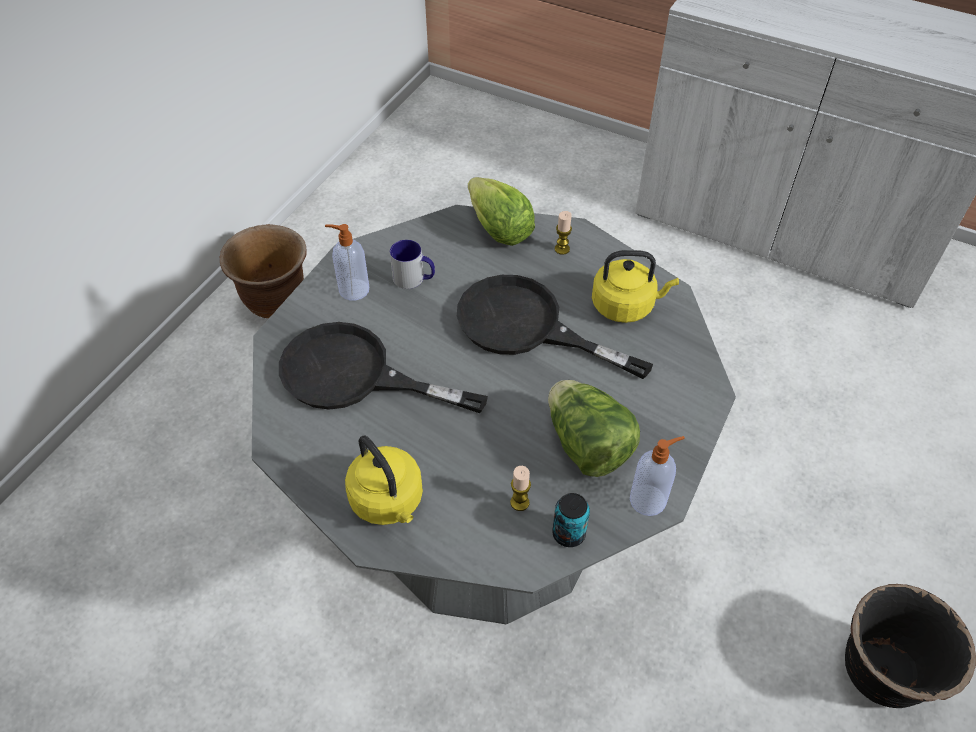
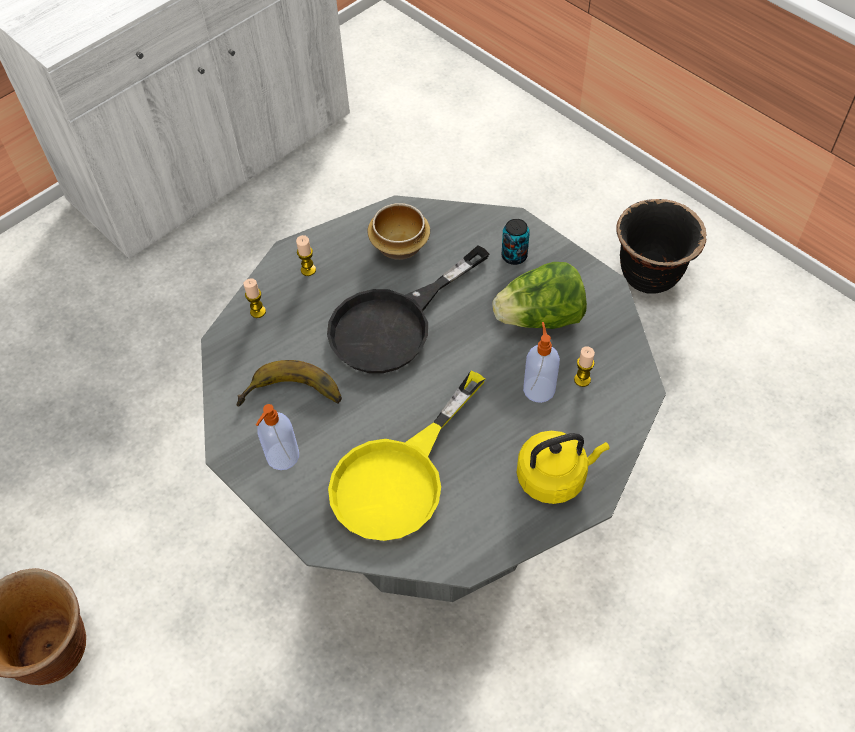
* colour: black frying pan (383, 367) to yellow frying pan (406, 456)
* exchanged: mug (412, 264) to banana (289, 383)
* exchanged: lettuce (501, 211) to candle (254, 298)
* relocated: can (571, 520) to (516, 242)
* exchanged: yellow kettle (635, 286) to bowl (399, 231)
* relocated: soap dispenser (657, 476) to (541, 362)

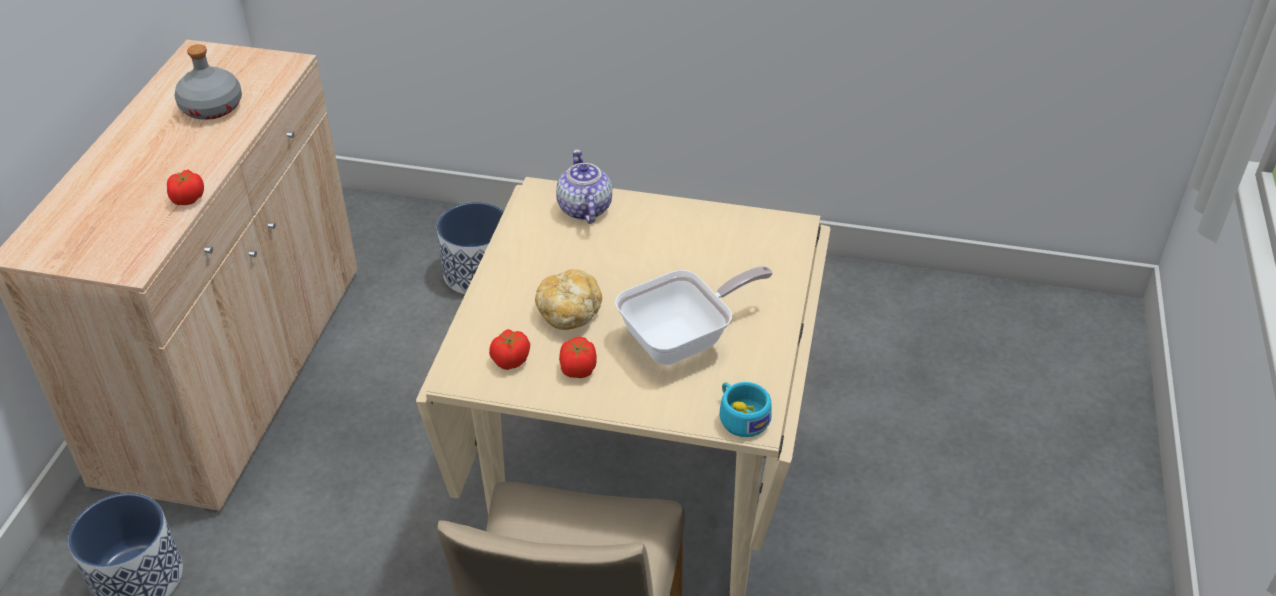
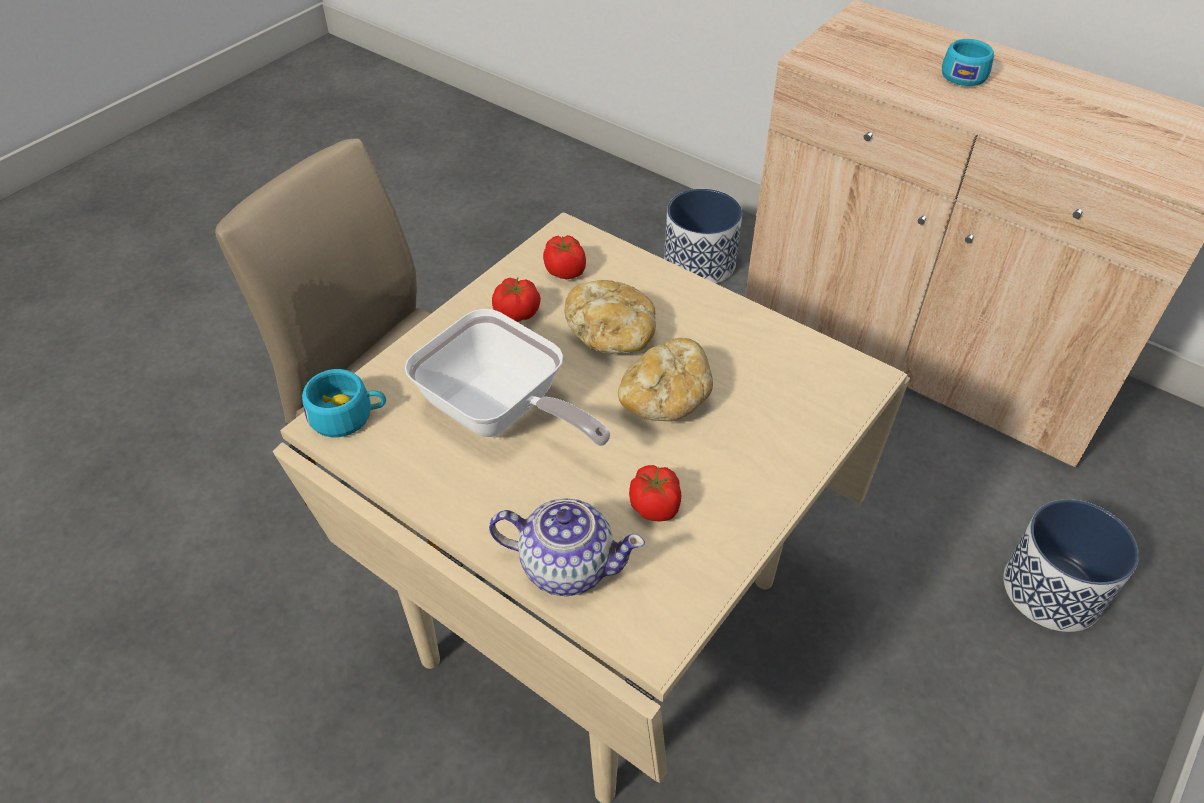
* relocated: tomato (185, 187) to (655, 493)
* missing: grey bottle (208, 82)
* relocated: teapot (584, 186) to (567, 547)
* spun: frying pan (694, 315) = (507, 377) 45 degrees counterclockwise
* appeared: bread (665, 379)
* appeared: turquoise cup (968, 62)

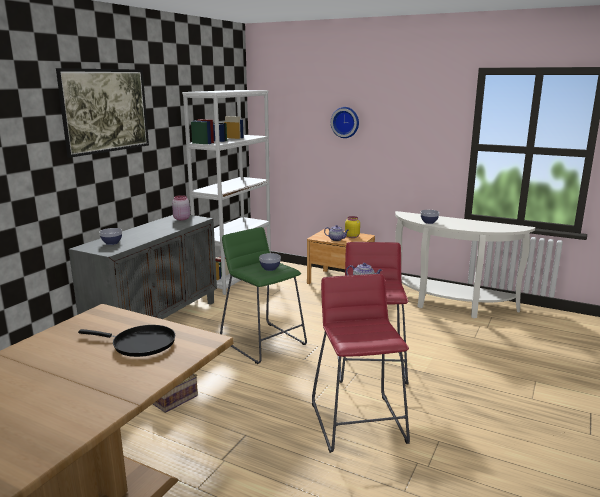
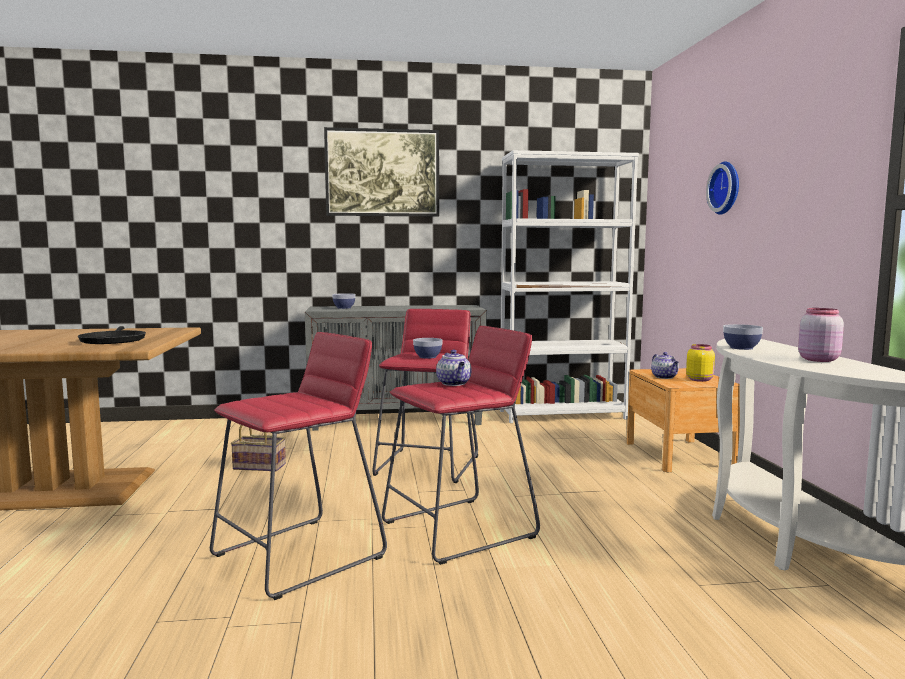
* relocated: pink jar (181, 207) to (821, 335)
* colour: green stool (263, 295) to red stool (425, 396)

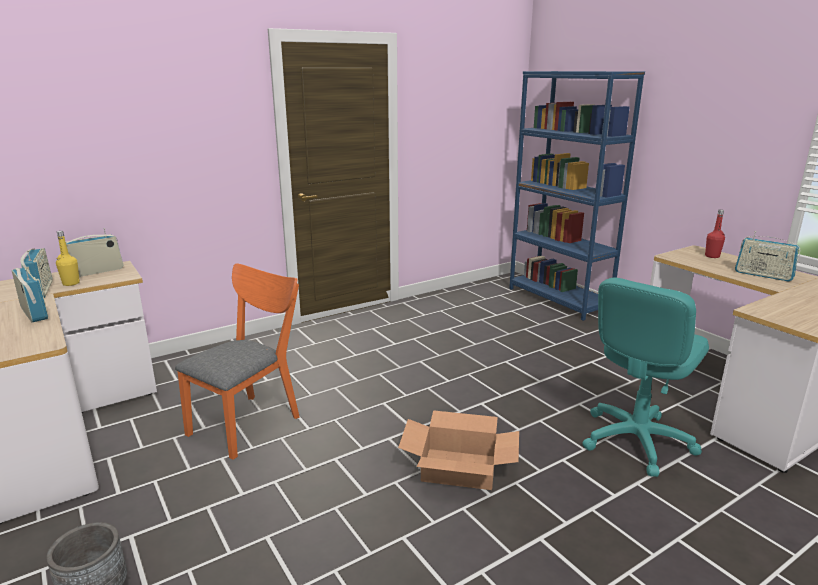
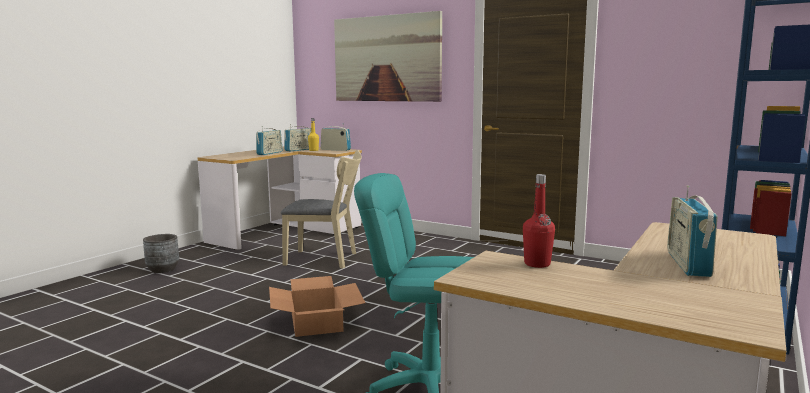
* colour: orange chair (237, 361) to beige chair (321, 209)
* relocated: red bottle (715, 234) to (539, 221)
* appeared: picture (388, 56)

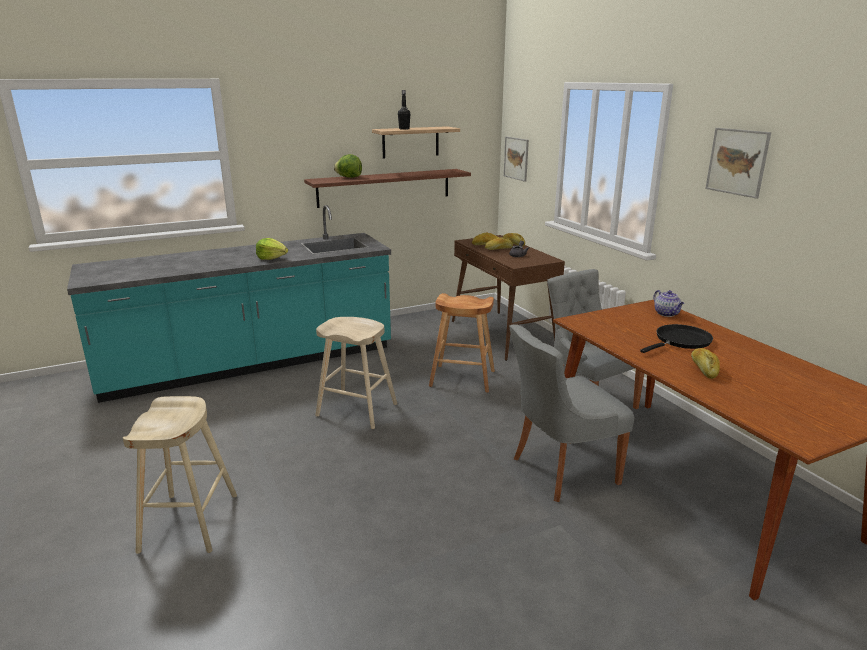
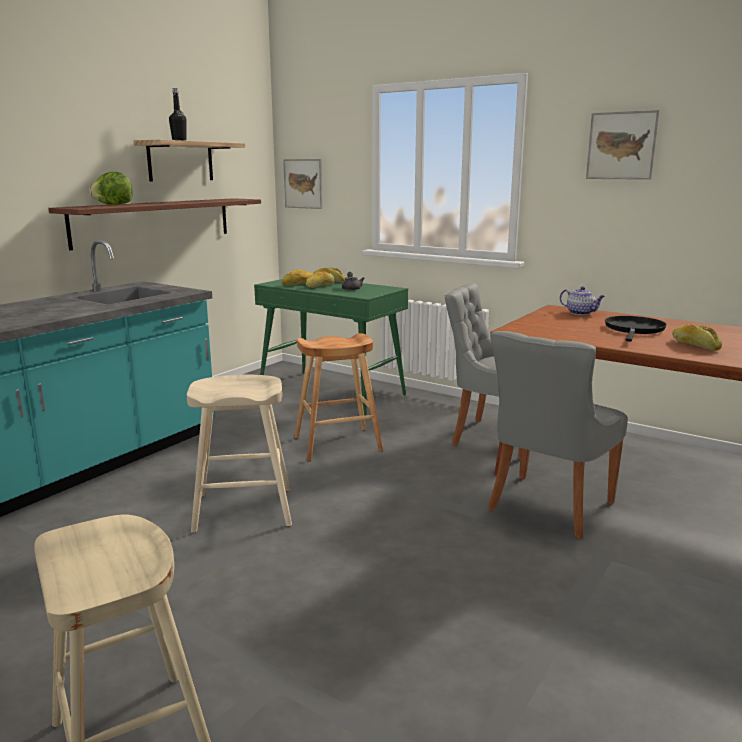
* missing: lettuce (272, 249)
* colour: brown console table (508, 298) to green console table (331, 347)

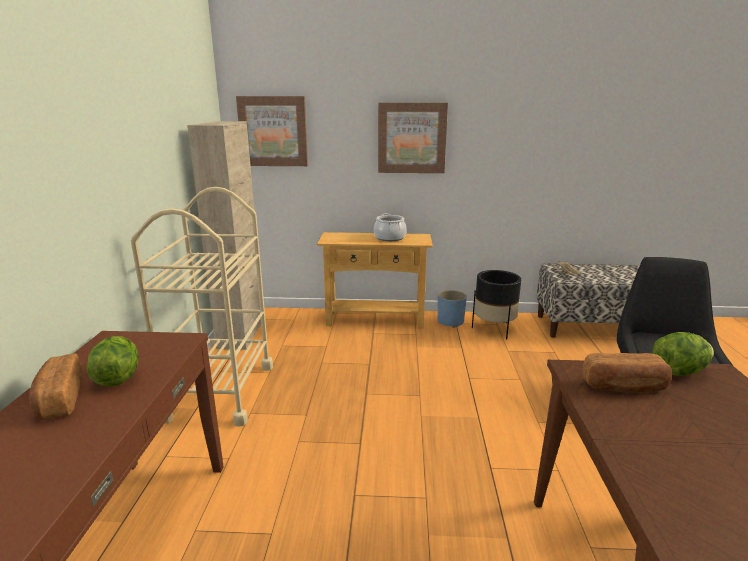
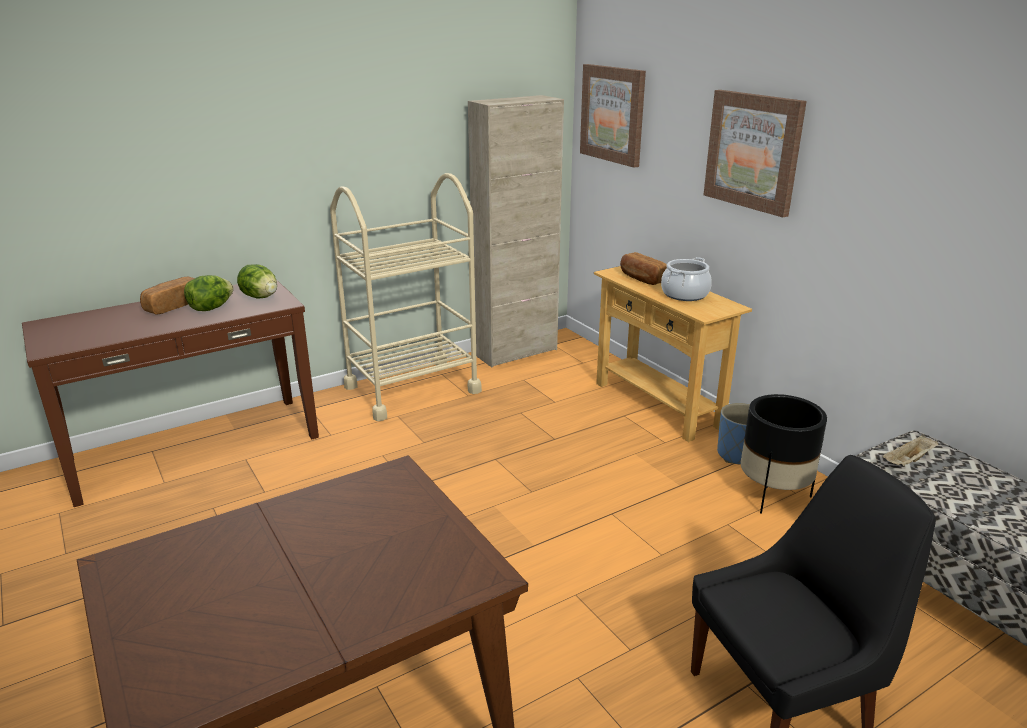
* relocated: bread (627, 372) to (643, 268)
* relocated: lettuce (683, 354) to (257, 281)

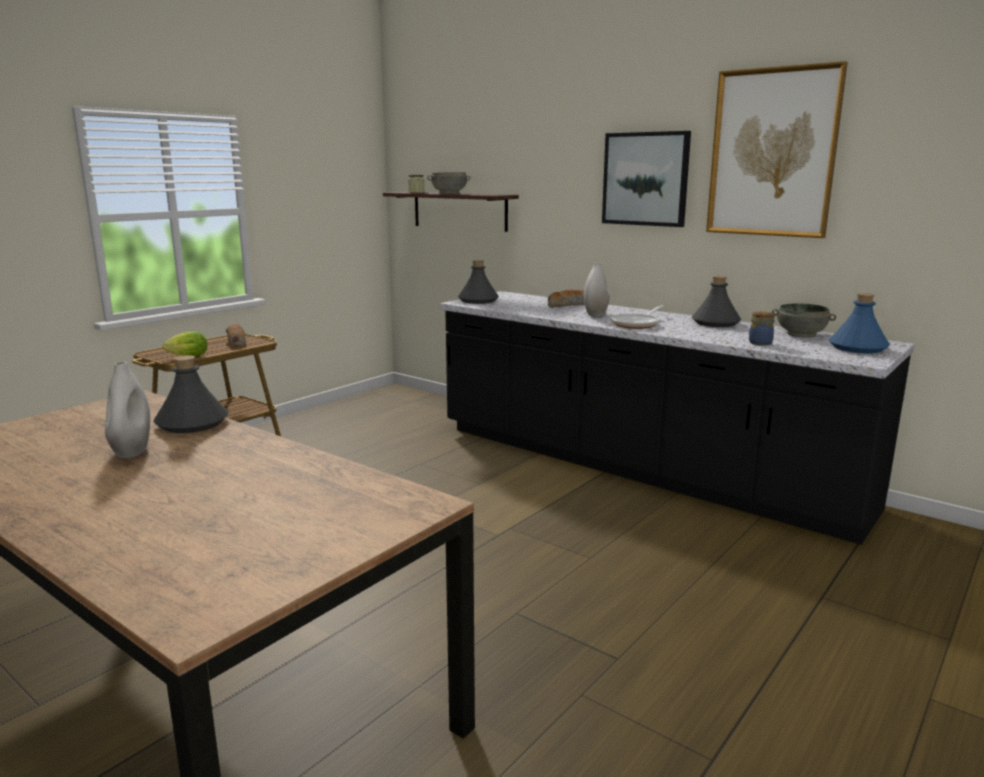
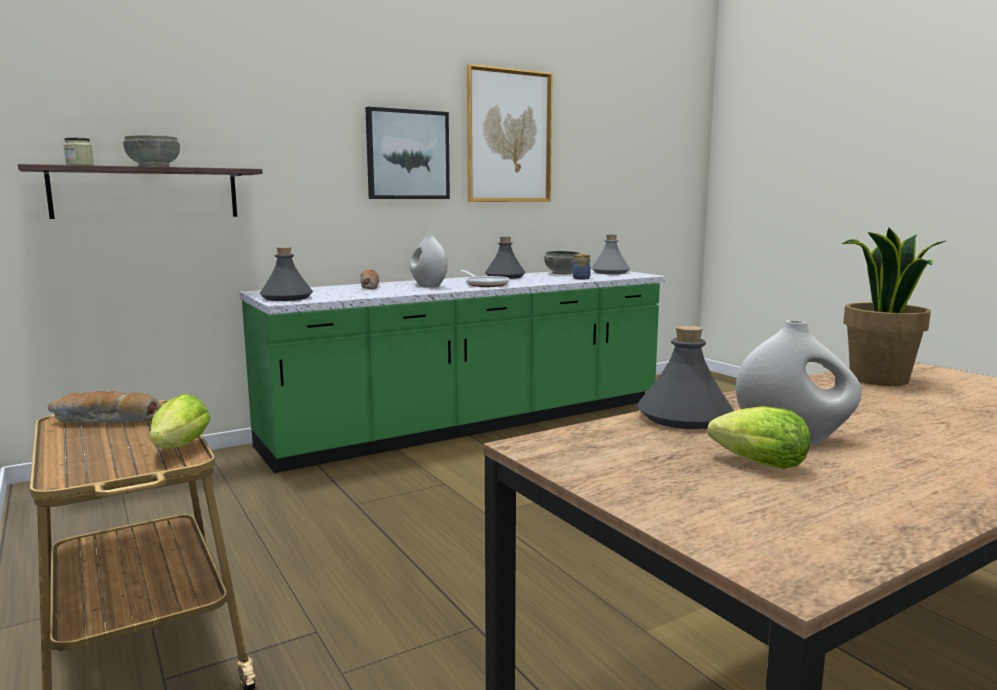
* colour: black counter (677, 418) to green counter (452, 371)
* colour: blue bottle (859, 323) to grey bottle (610, 254)
* appeared: lettuce (758, 437)
* appeared: potted plant (893, 307)

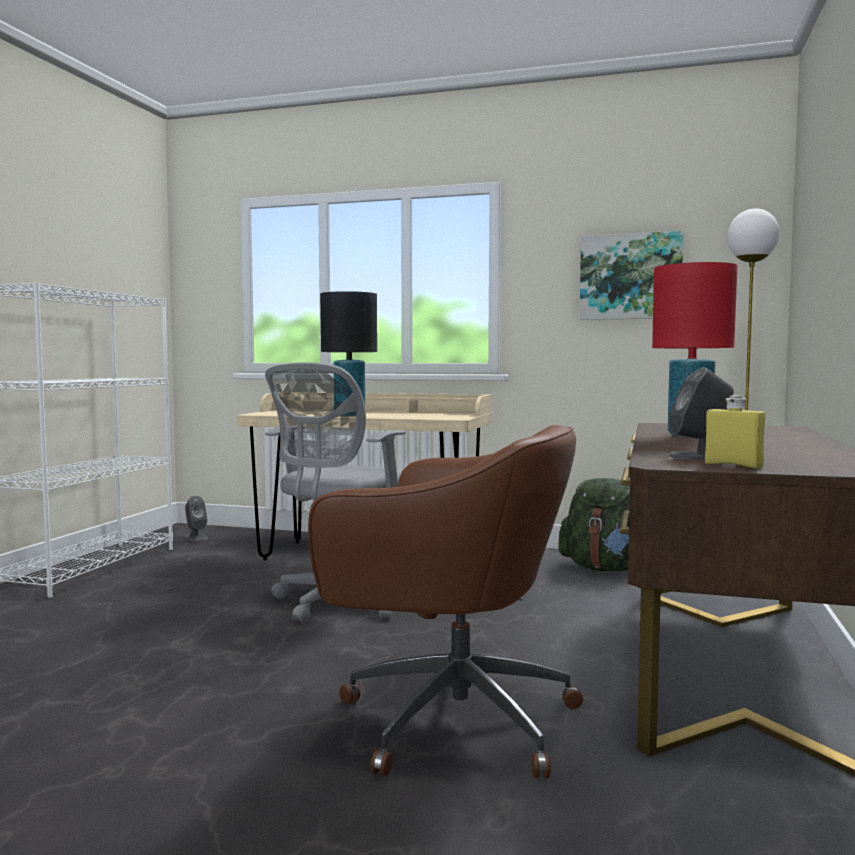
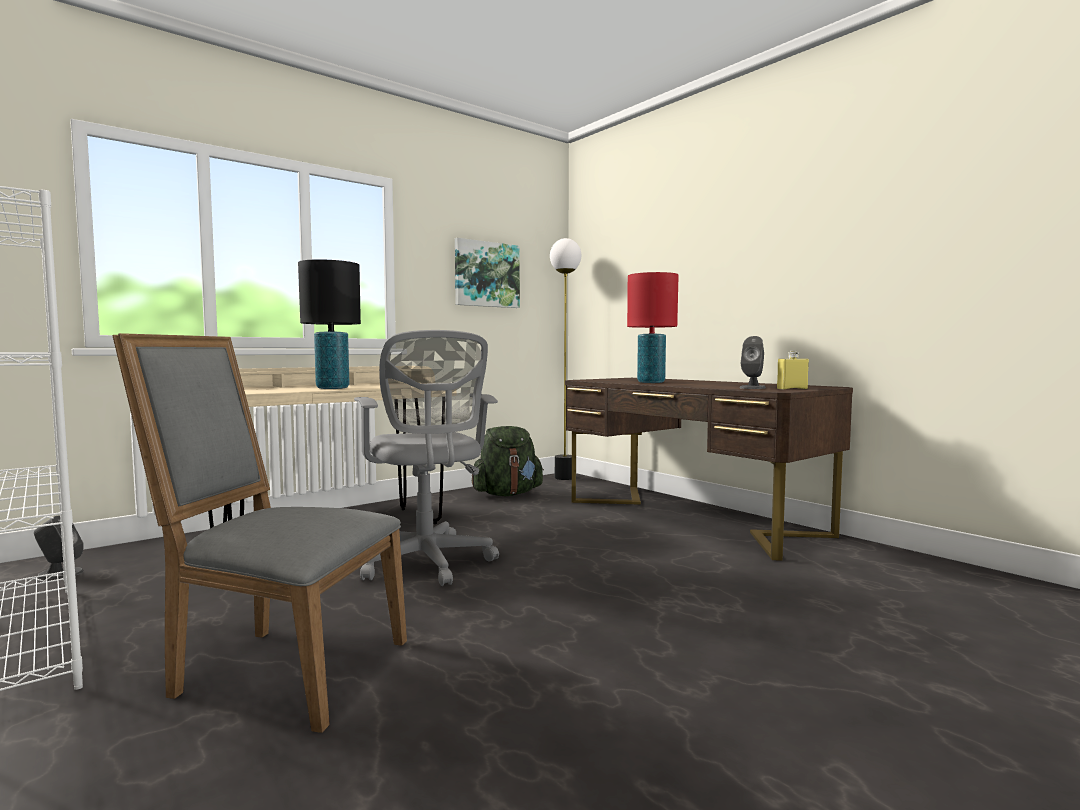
* missing: brown office chair (445, 601)
* appeared: grey chair (259, 533)

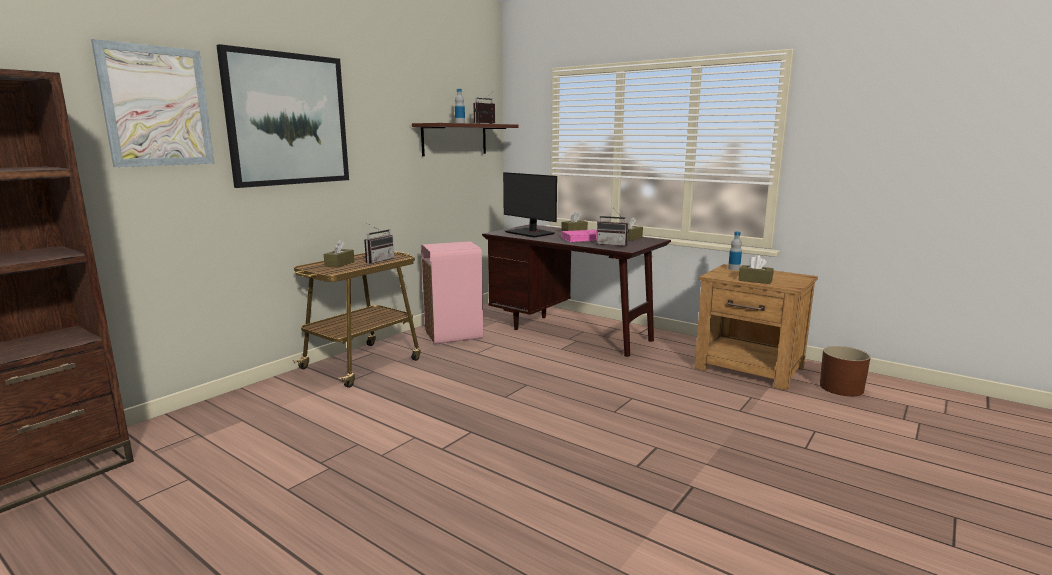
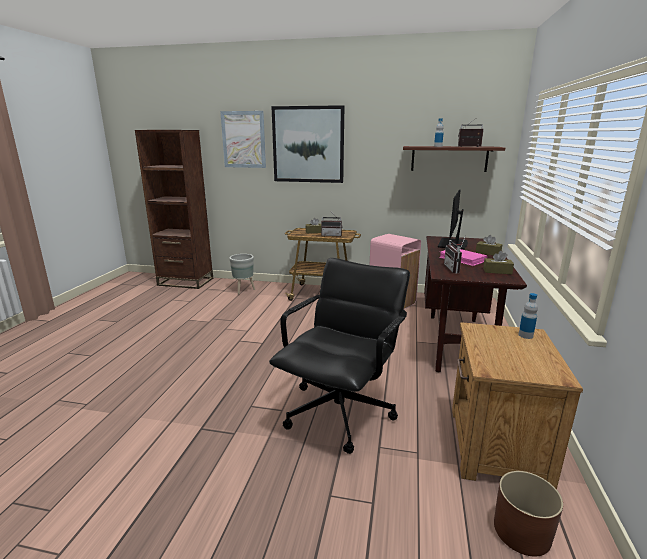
* missing: brown tissue box (756, 269)
* appeared: grey planter (242, 274)
* appeared: black office chair (339, 356)

